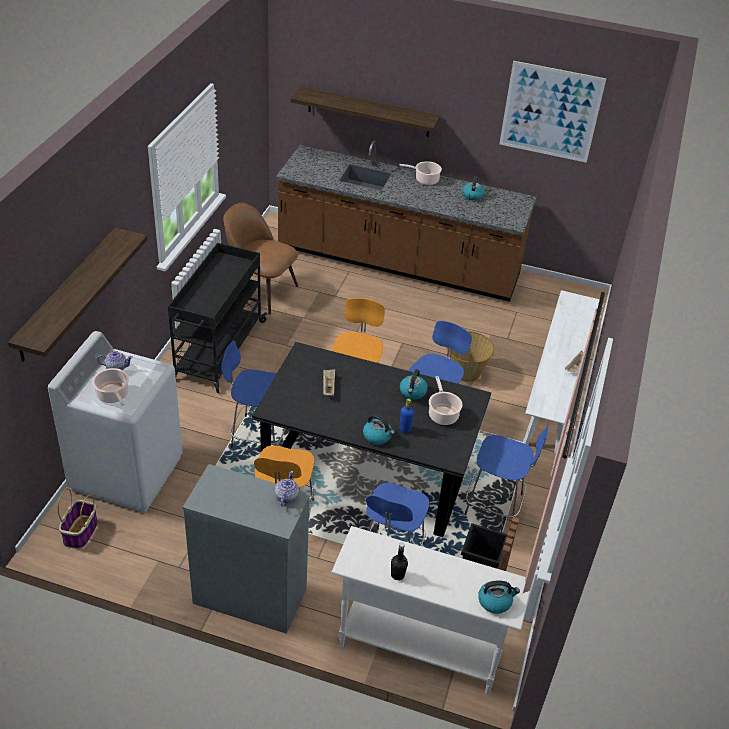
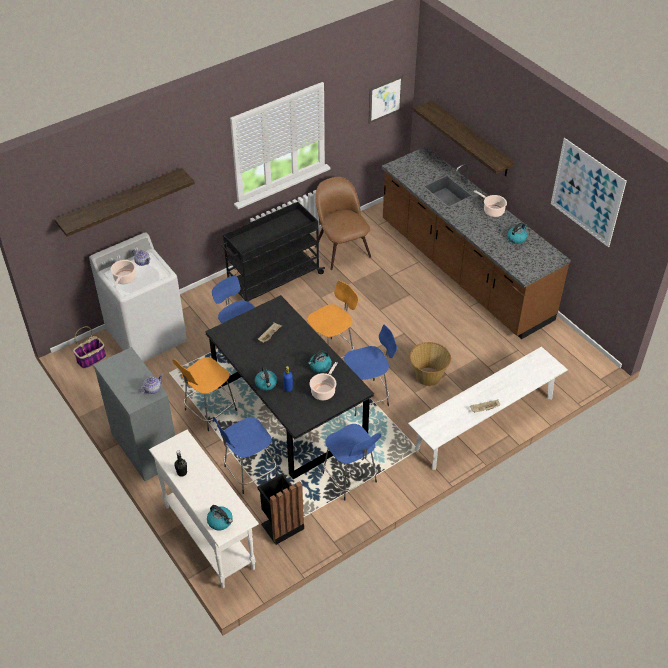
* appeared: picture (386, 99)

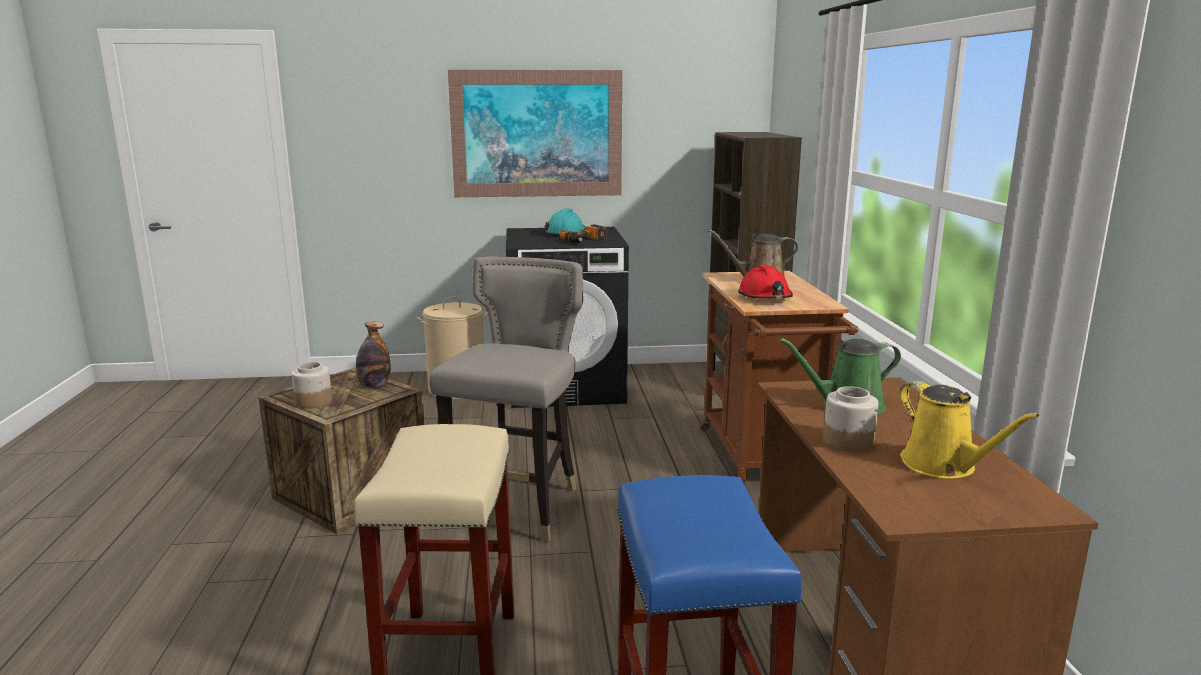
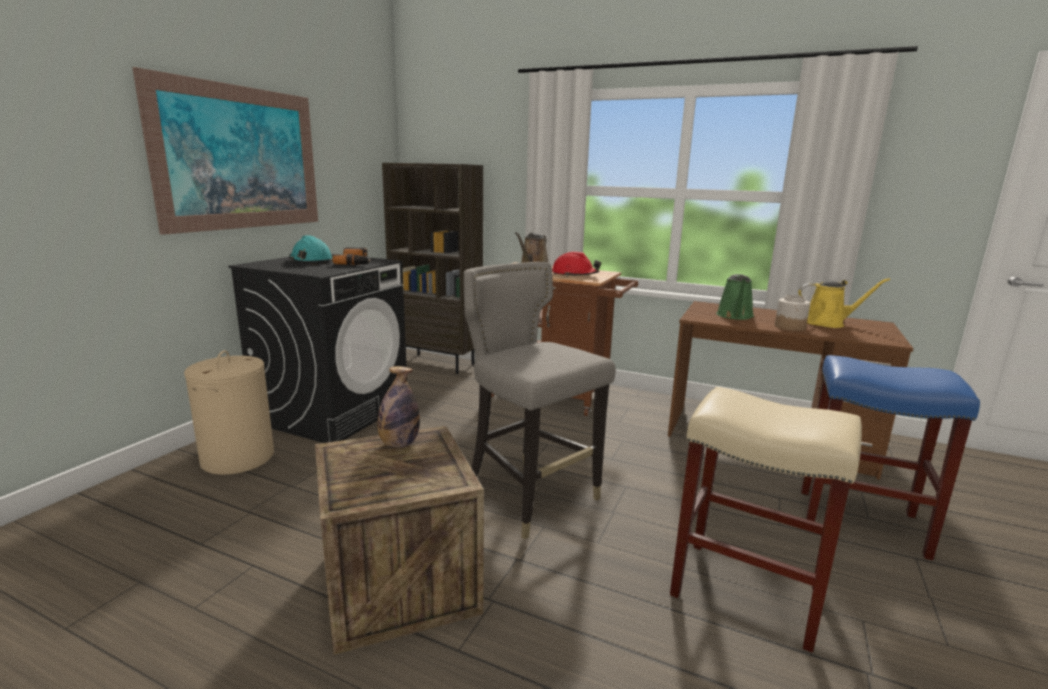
* missing: jar (311, 385)

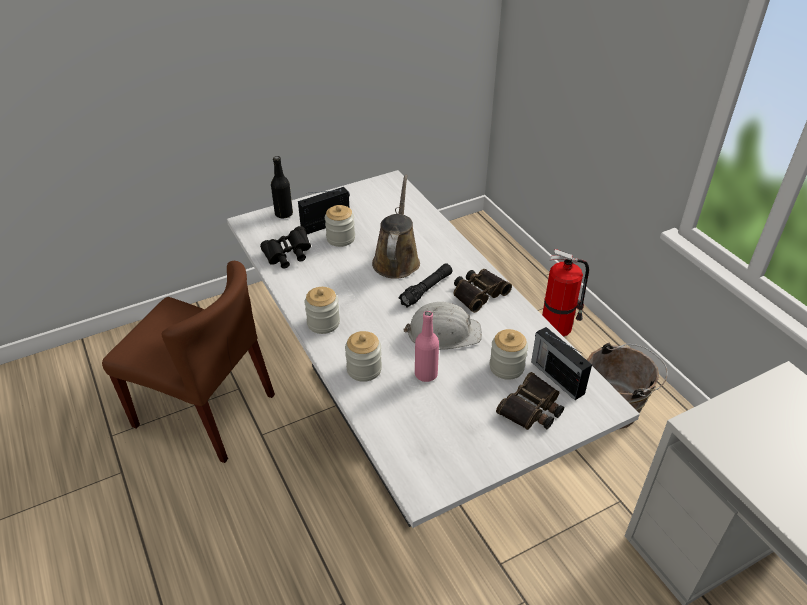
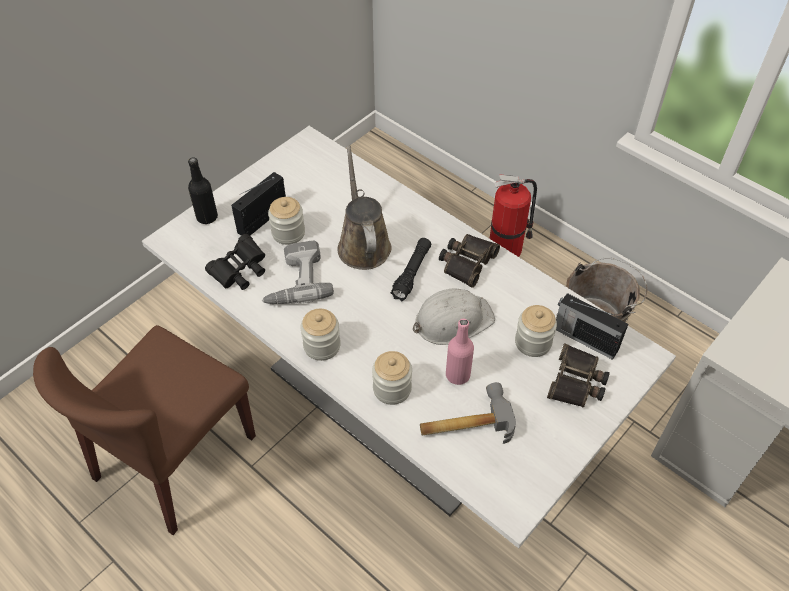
* spun: brown chair (188, 362) = (144, 430) 120 degrees clockwise
* appeared: power drill (298, 272)
* appeared: hammer (468, 413)

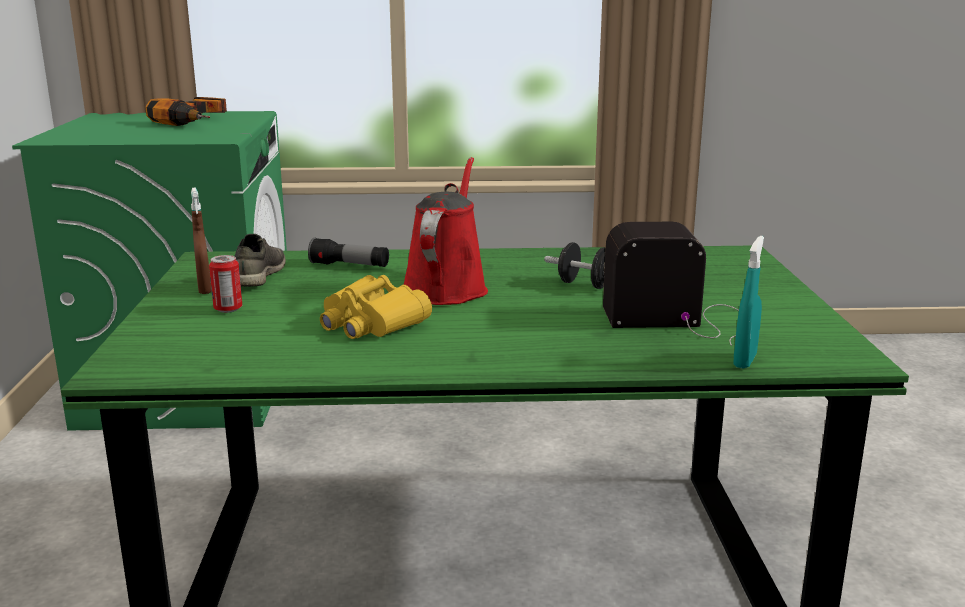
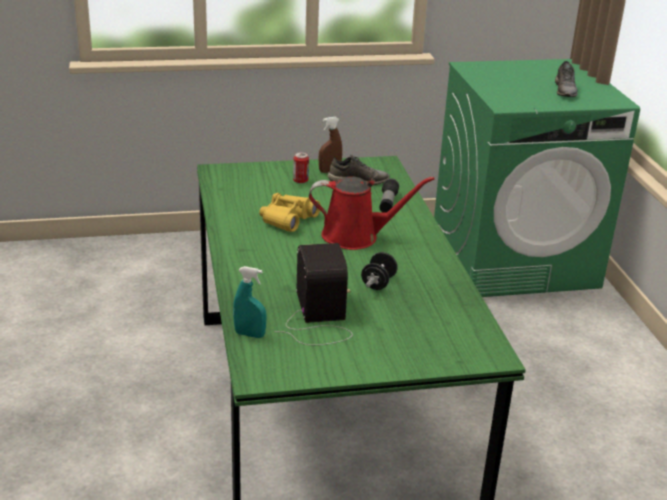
* exchanged: power drill (186, 111) to grey shoe (566, 79)

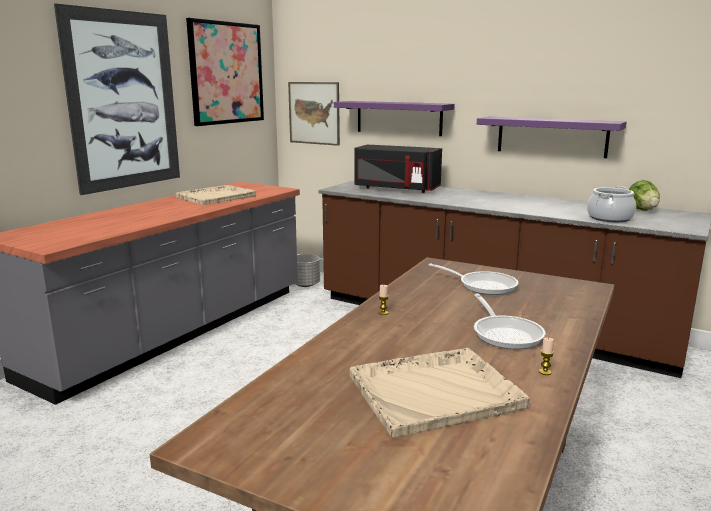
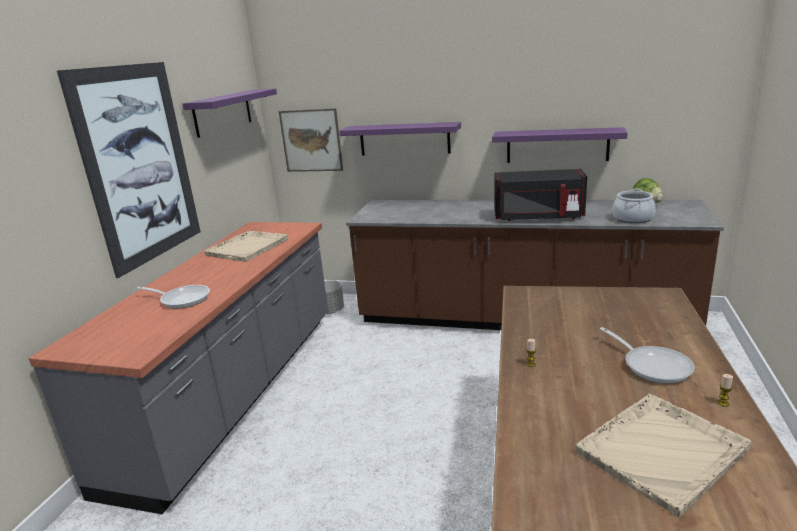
* exchanged: picture (225, 72) to purple shelf (229, 113)
* relocated: black microwave (398, 169) to (540, 195)
* relocated: frying pan (473, 279) to (173, 296)

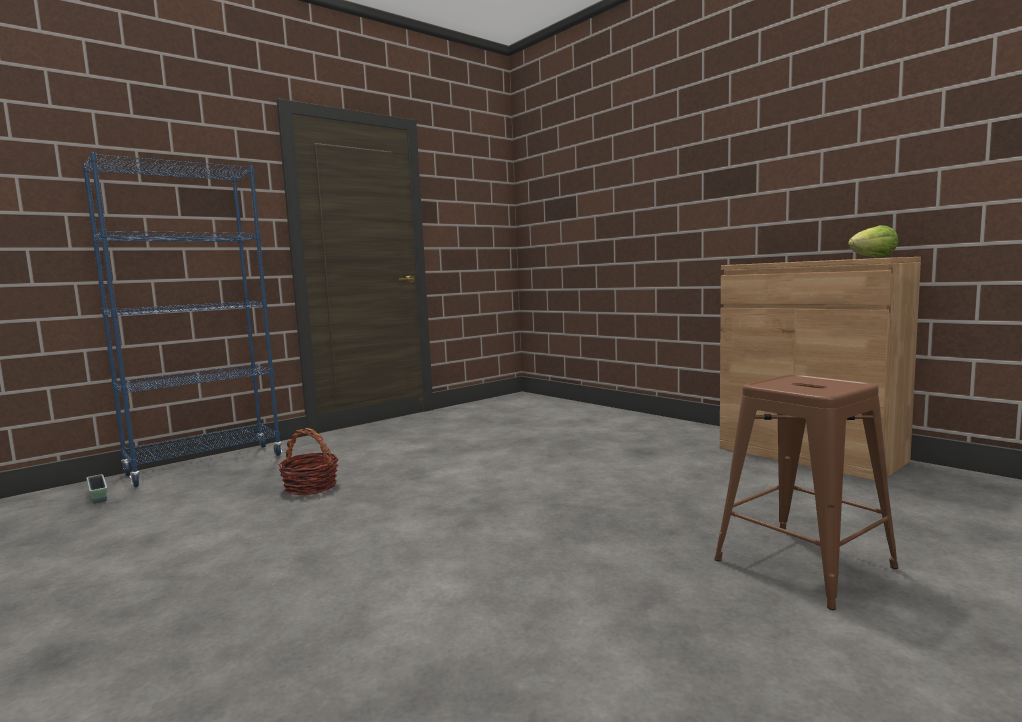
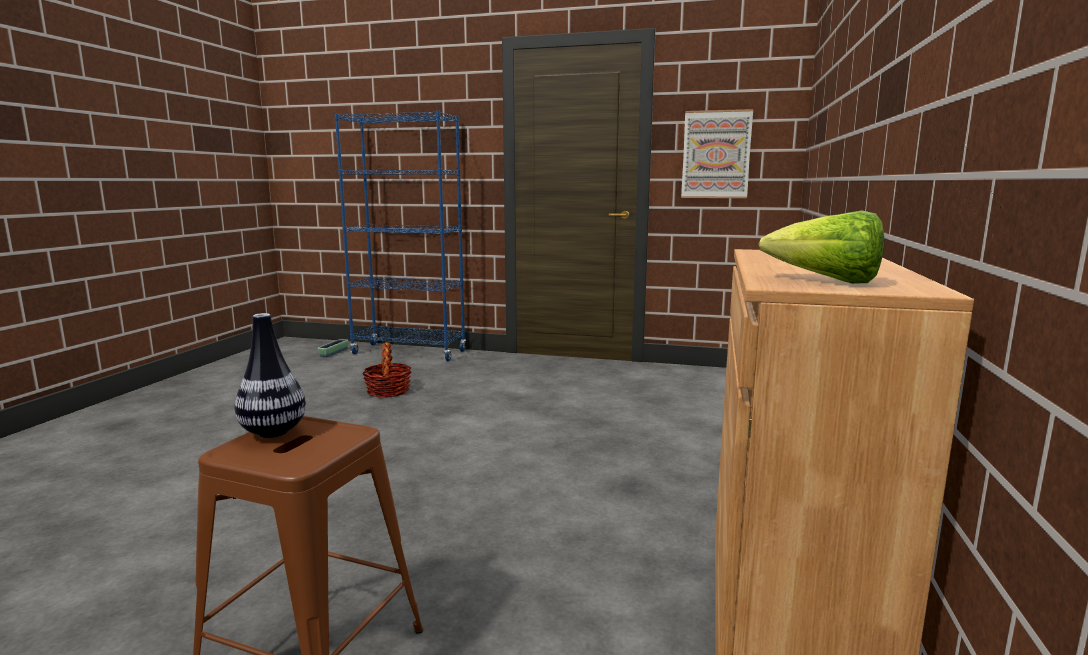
* appeared: vase (270, 375)
* appeared: picture (717, 153)

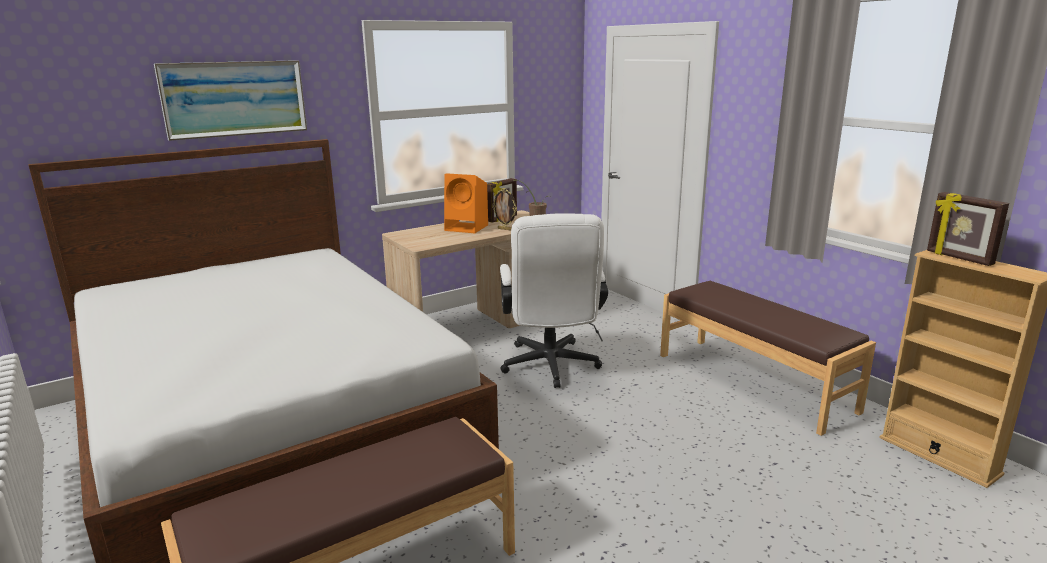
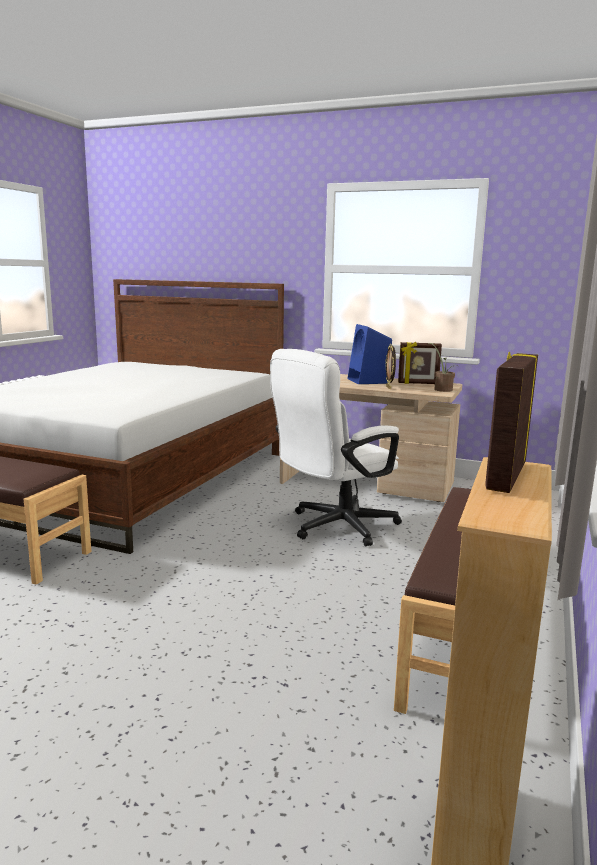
* missing: picture (230, 100)
* colour: orange speaker (466, 203) to blue speaker (370, 354)

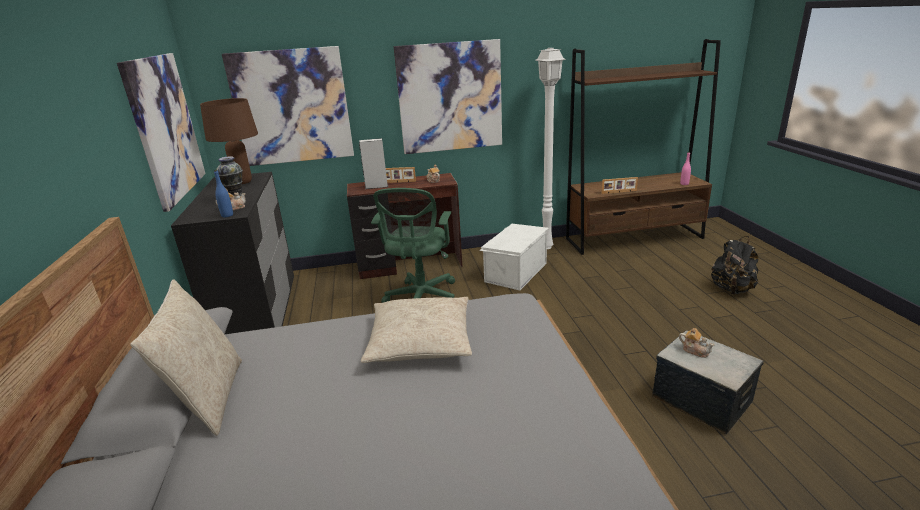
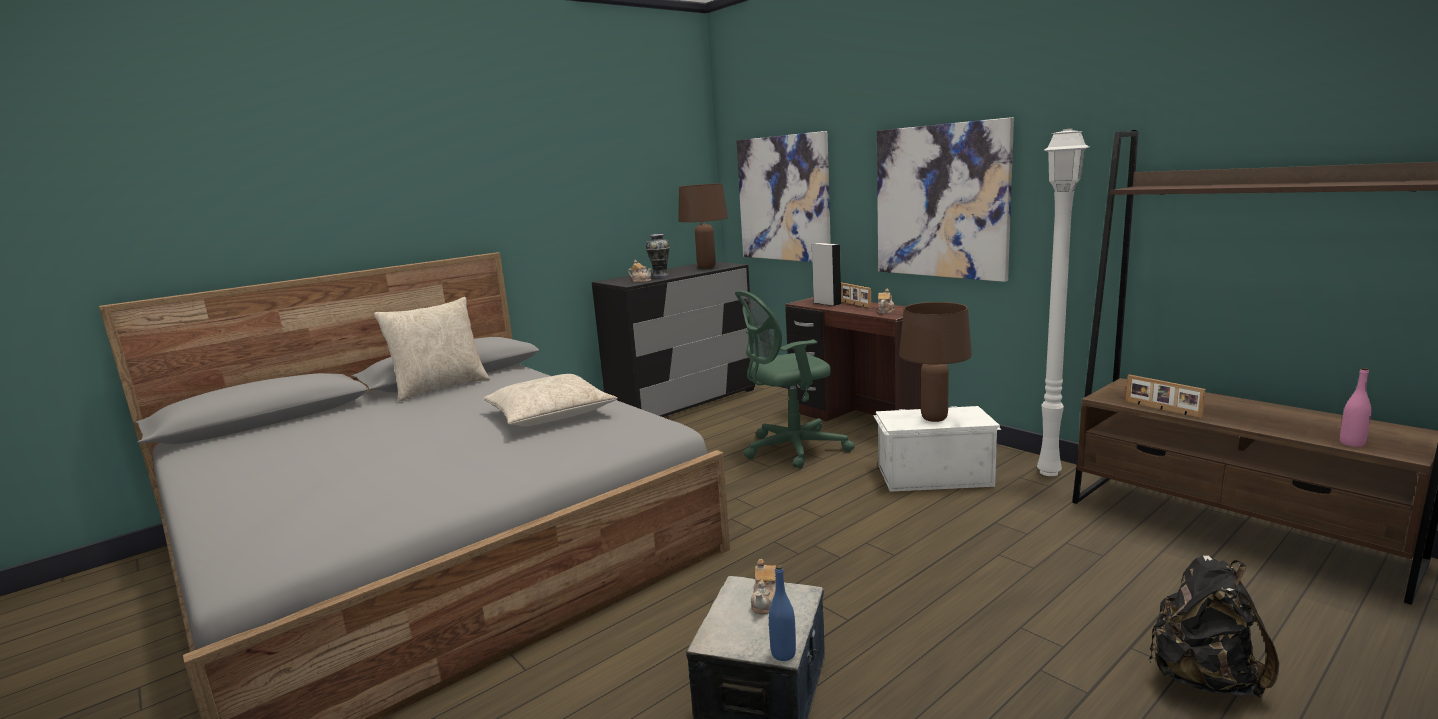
* missing: picture (161, 132)
* relocated: blue bottle (223, 193) to (782, 613)
* appeared: brown table lamp (935, 362)

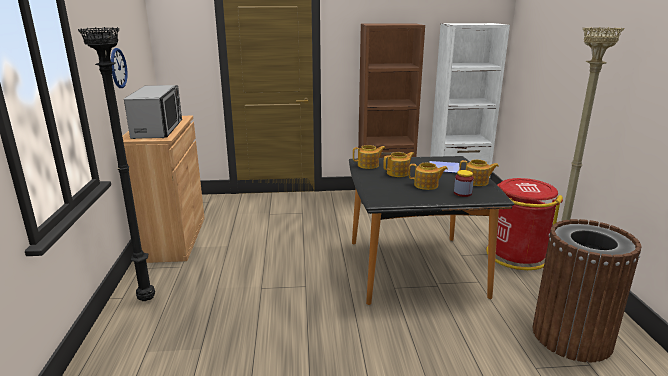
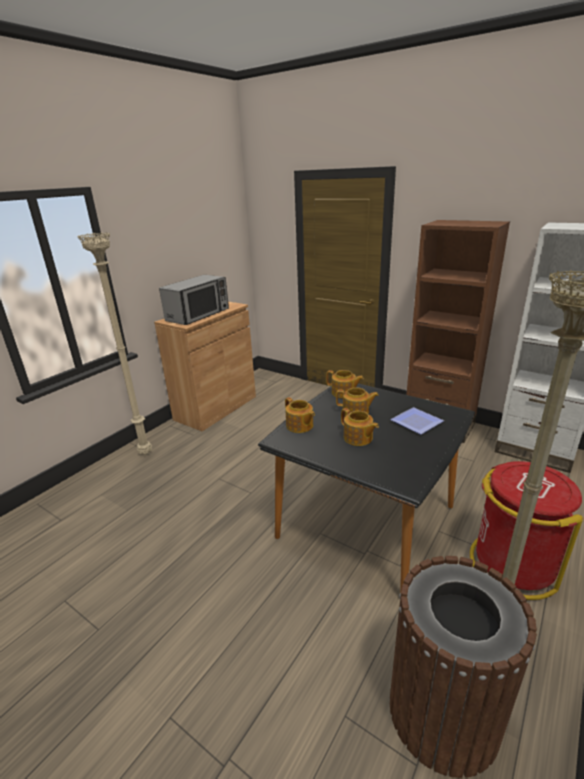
* colour: black floor lamp (116, 164) to beige floor lamp (114, 343)
* missing: wall clock (119, 68)
* missing: jar (464, 183)
* relocated: teapot (479, 173) to (300, 415)

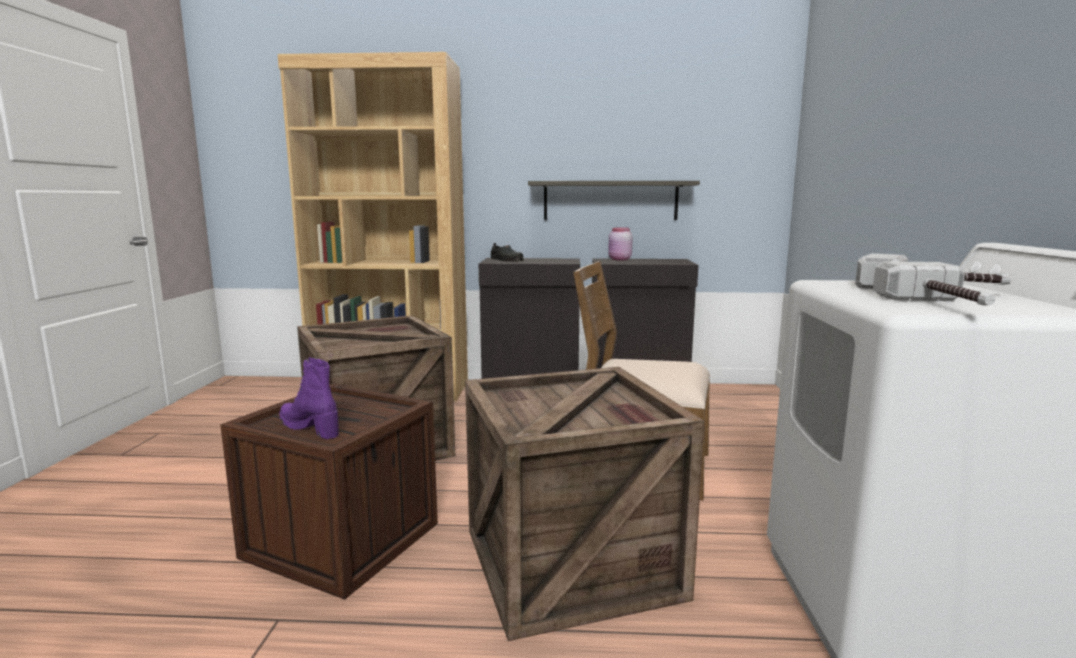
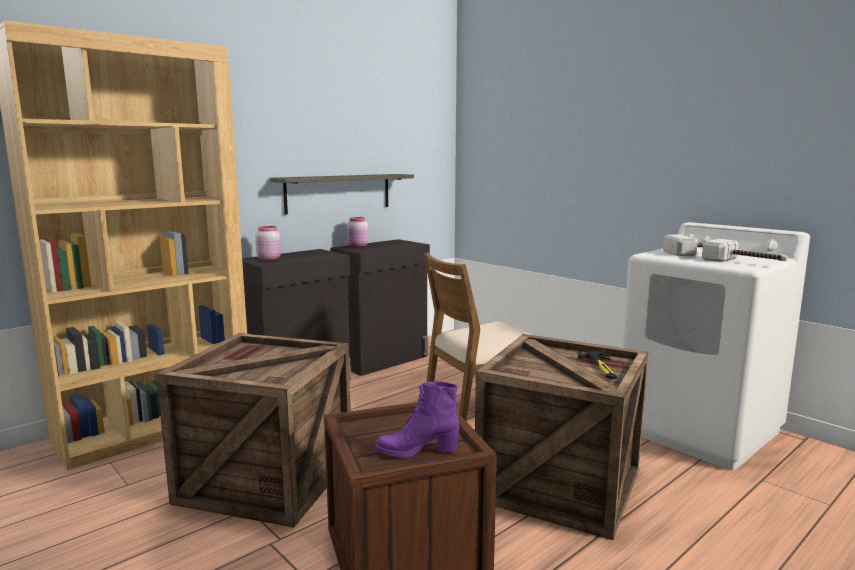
* exchanged: black shoe (507, 252) to pink jar (268, 243)
* appeared: hammer (597, 365)

